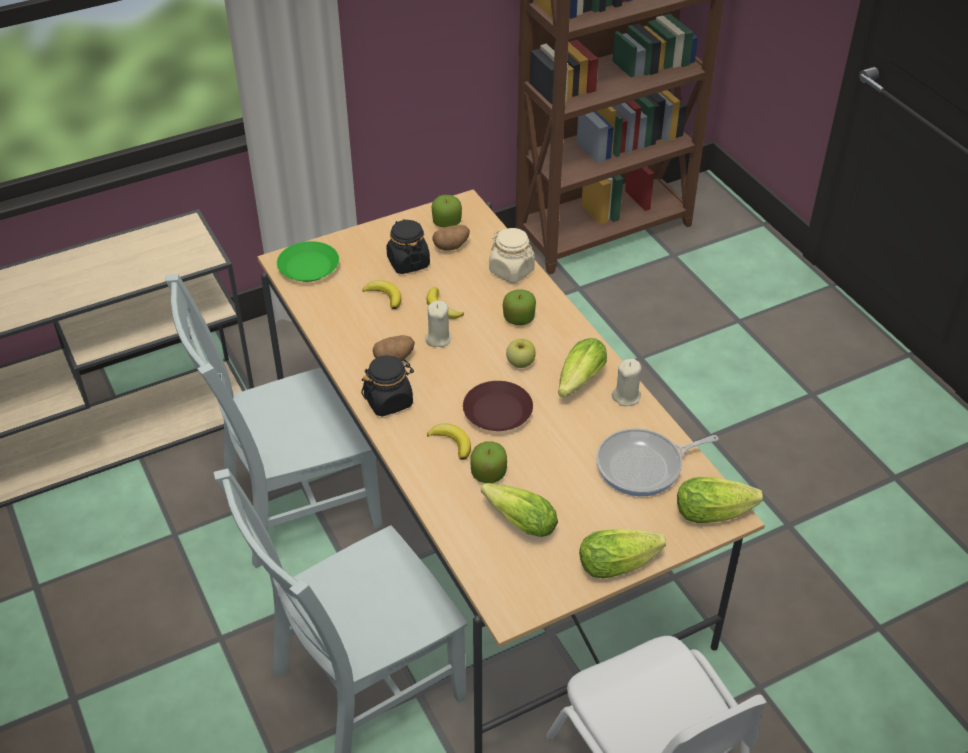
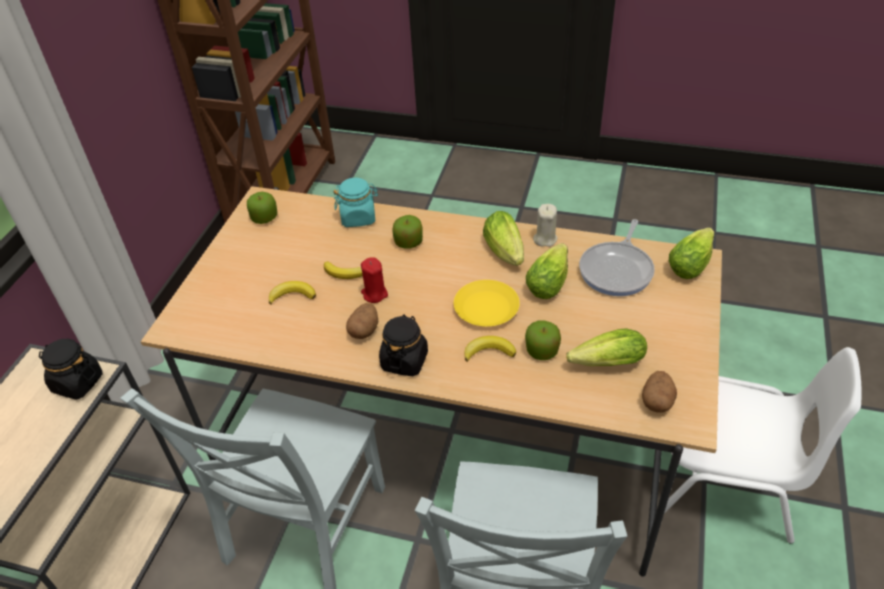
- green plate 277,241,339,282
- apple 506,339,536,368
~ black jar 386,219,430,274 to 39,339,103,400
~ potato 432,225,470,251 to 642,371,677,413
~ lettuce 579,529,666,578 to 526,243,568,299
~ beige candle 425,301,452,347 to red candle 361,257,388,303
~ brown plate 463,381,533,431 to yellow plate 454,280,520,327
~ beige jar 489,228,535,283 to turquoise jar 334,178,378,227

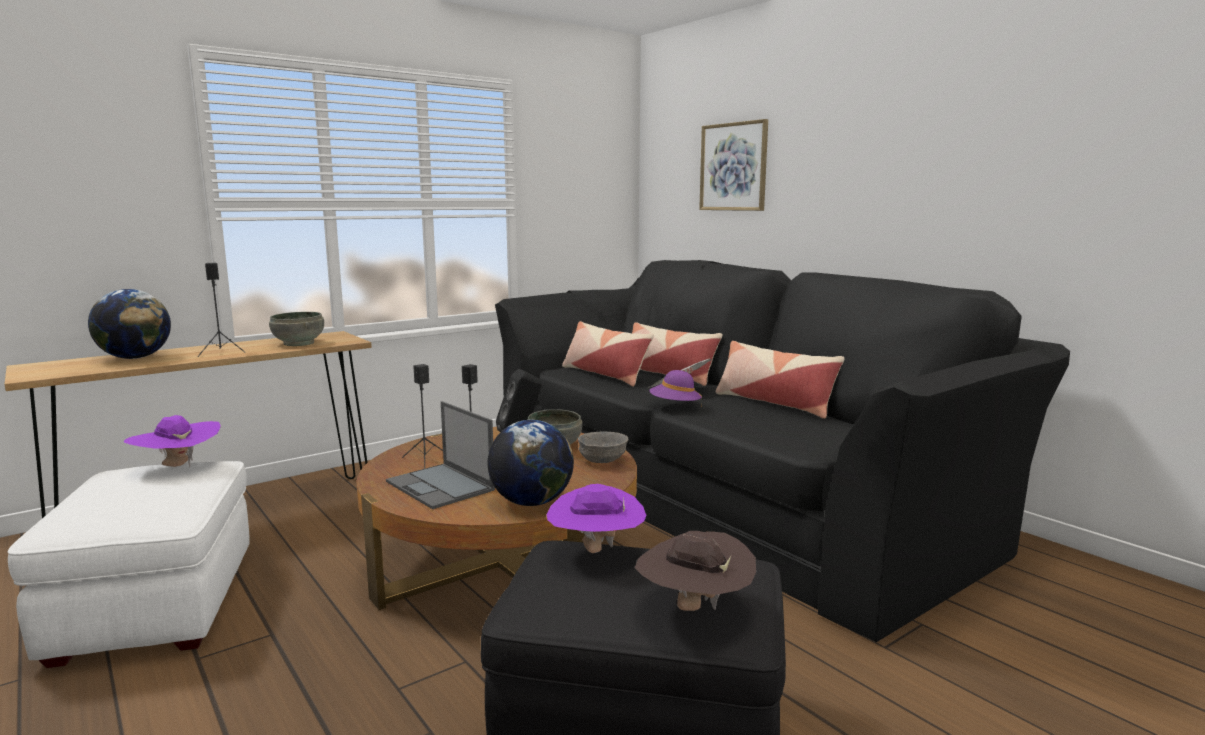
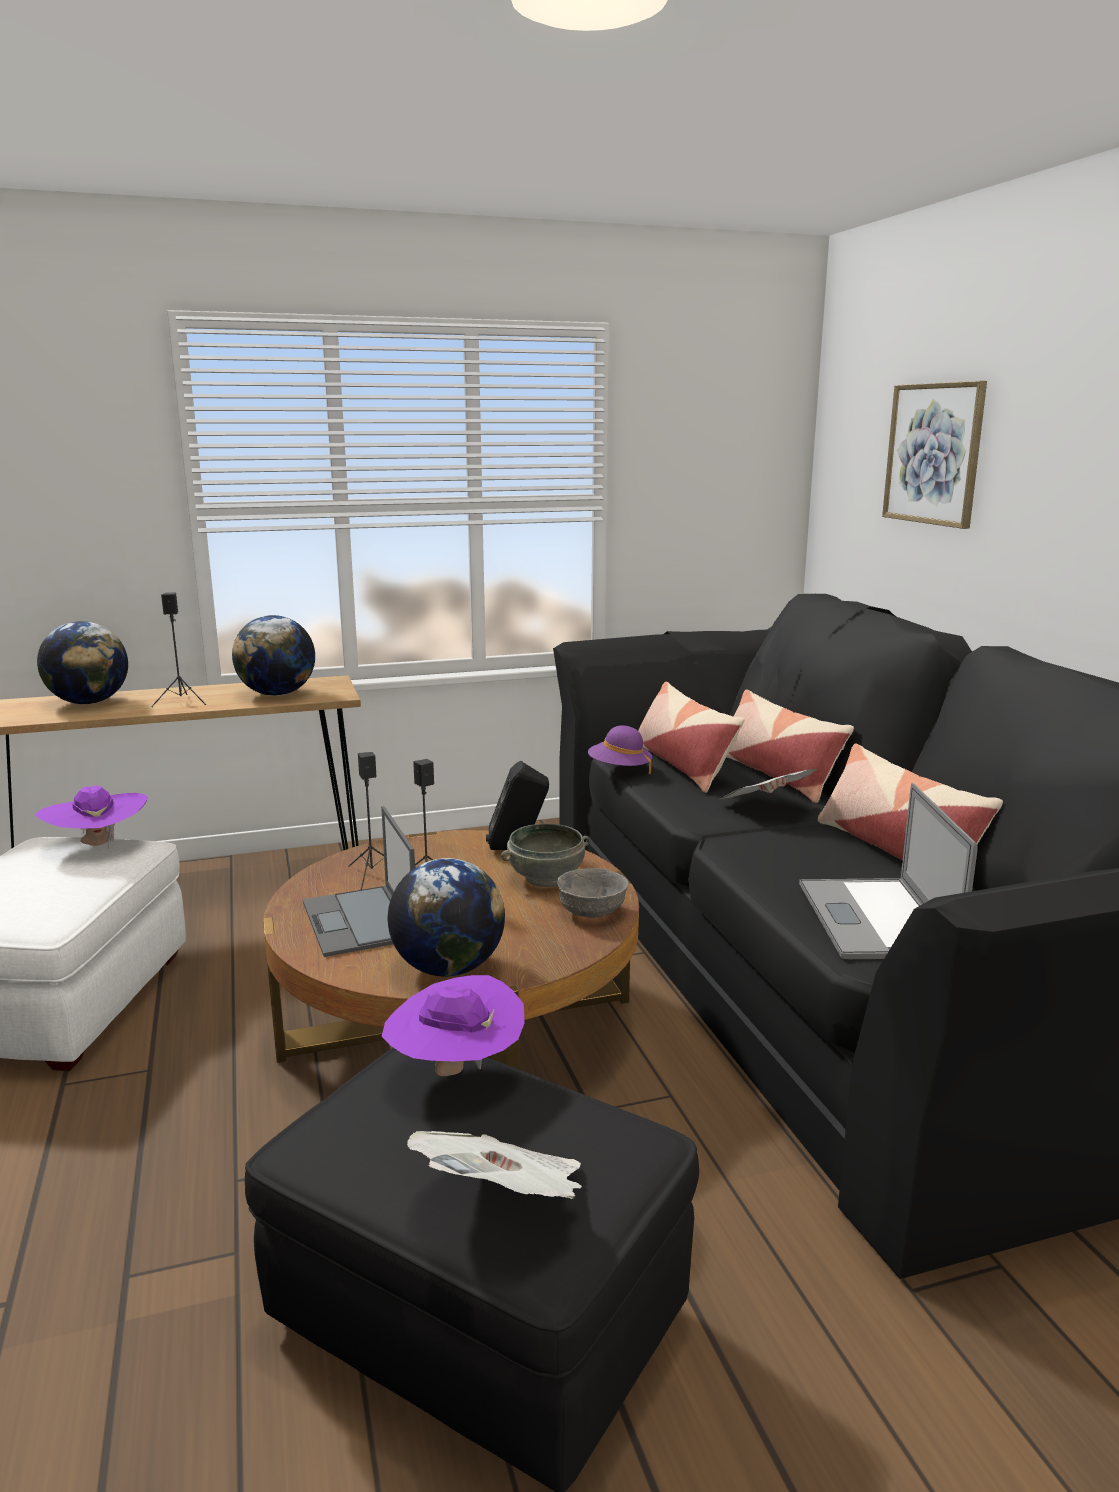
+ laptop 799,783,978,959
~ purple hat 649,370,702,401 to 588,726,652,774
~ grey bowl 269,312,324,346 to globe 232,615,315,696
~ brown hat 635,531,756,611 to newspaper 407,1131,582,1199

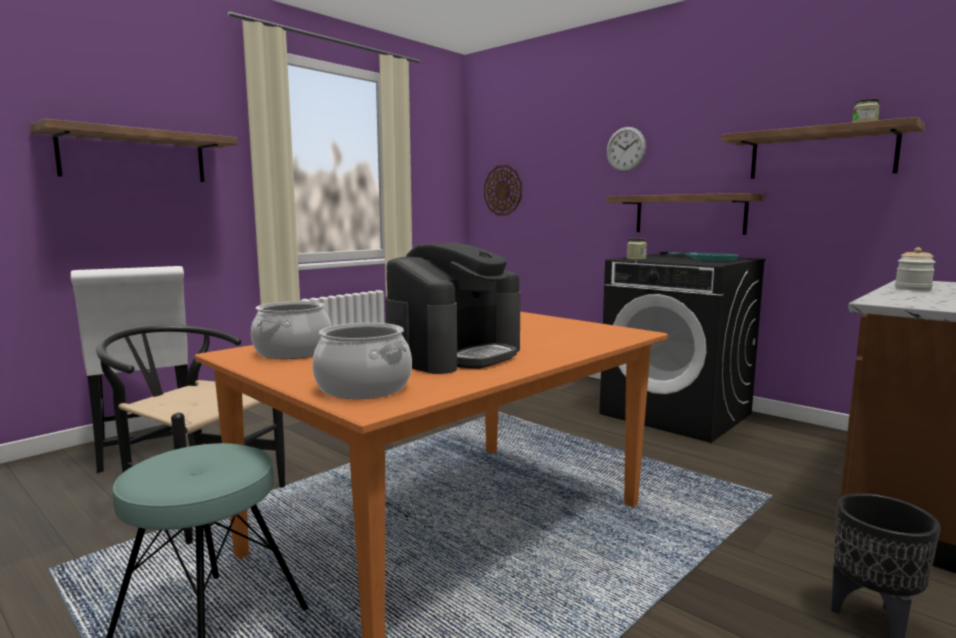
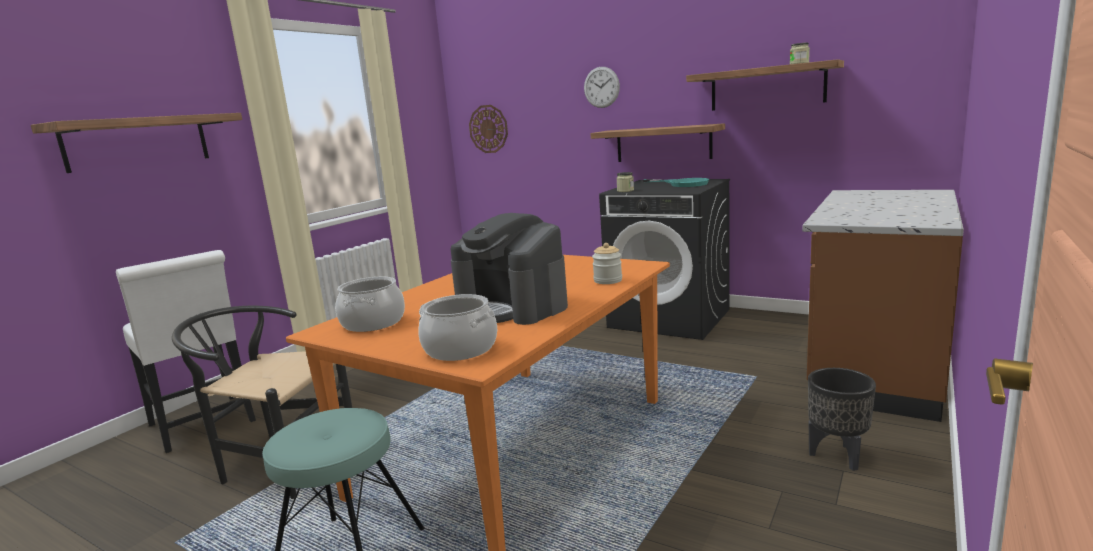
~ jar 895,247,936,291 to 592,243,622,284
~ coffee machine 385,242,521,374 = 451,213,568,325 105 degrees clockwise

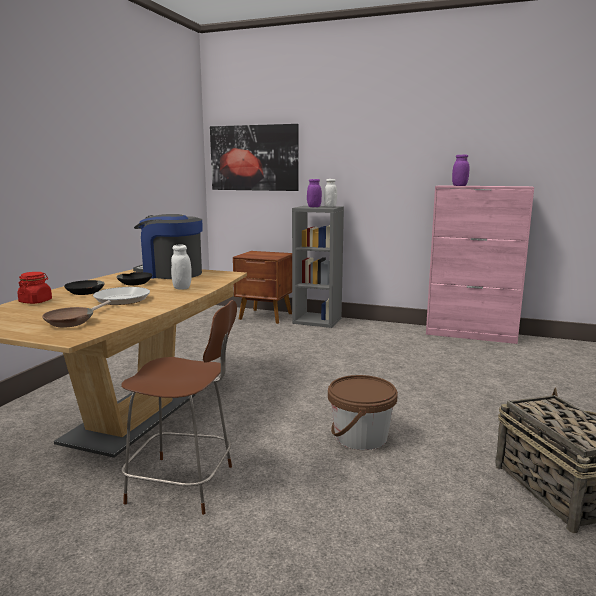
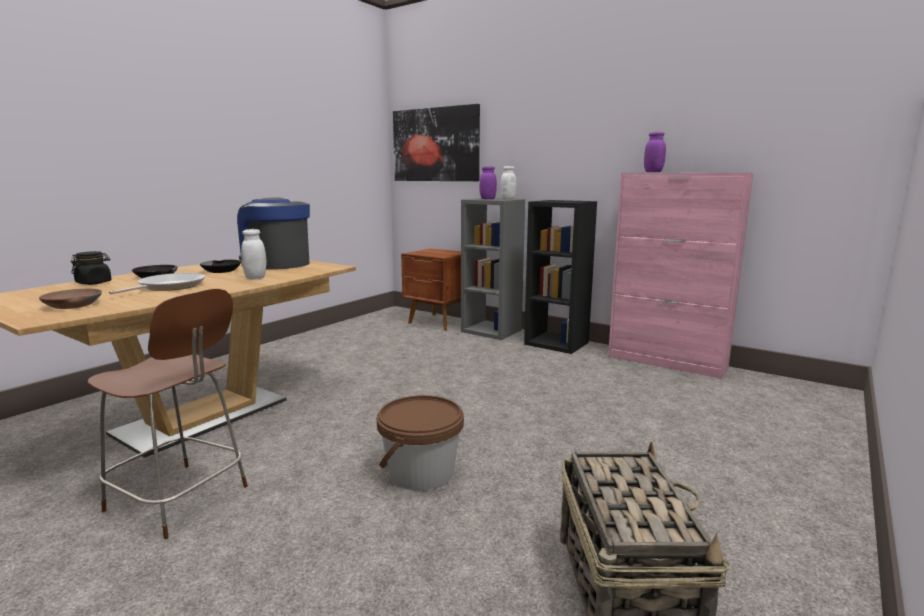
+ black bookcase 524,200,597,354
~ red jar 17,272,52,304 to black jar 71,251,112,285

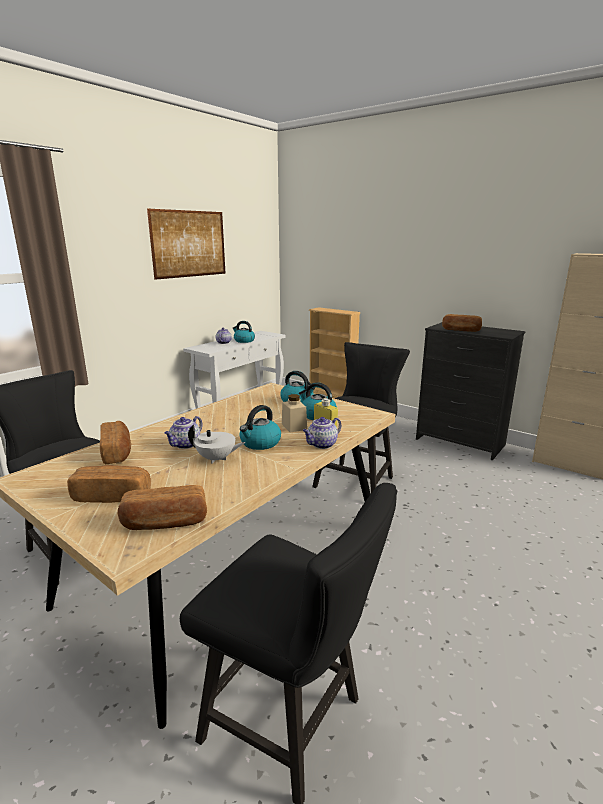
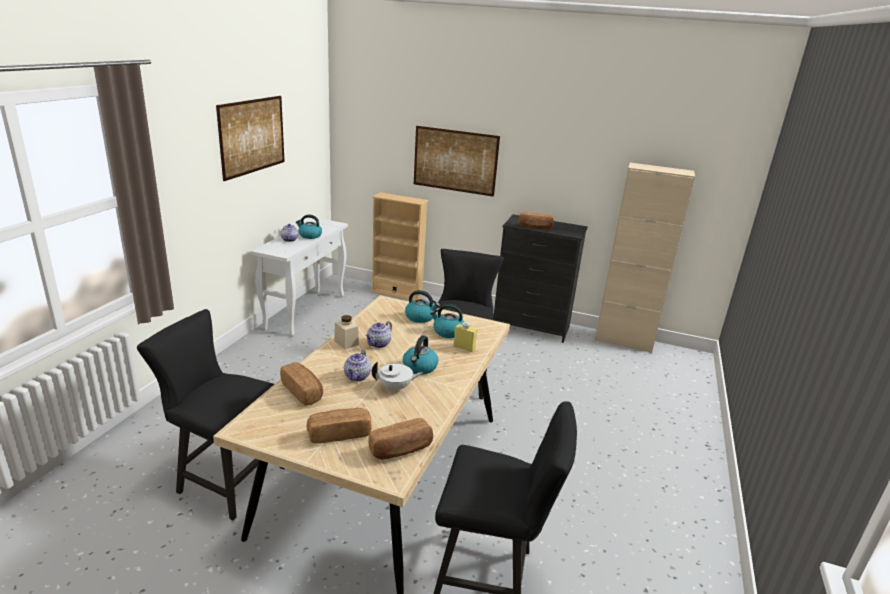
+ picture 414,126,500,197
~ beige jar 282,394,307,433 to 334,315,359,350
~ teapot 303,417,341,449 to 366,321,392,348

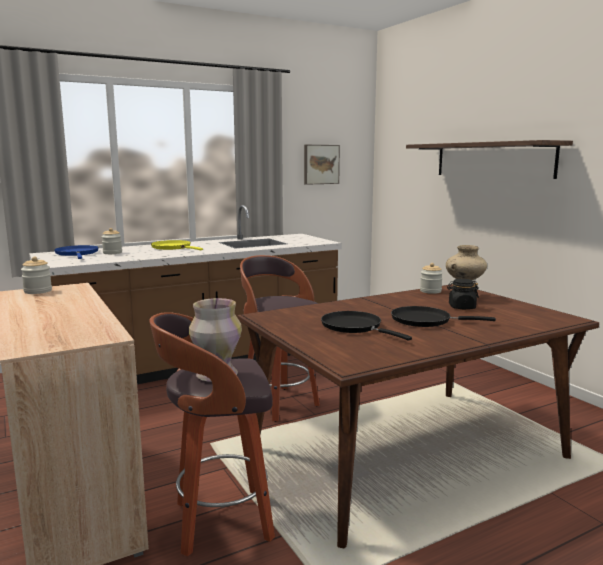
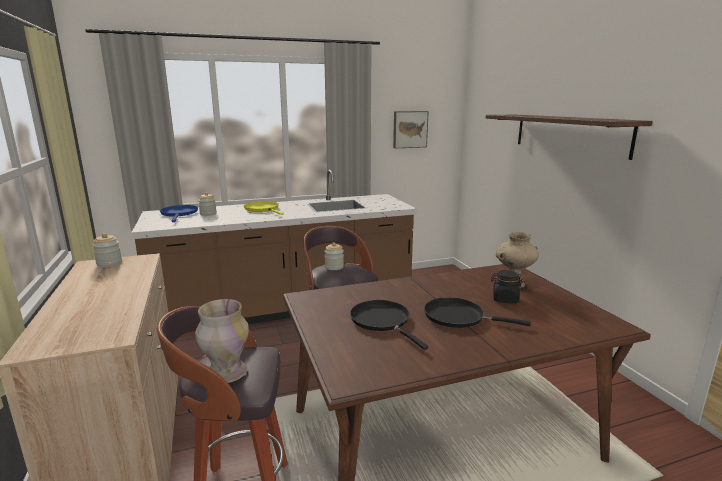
~ jar 420,263,443,294 to 324,242,344,270

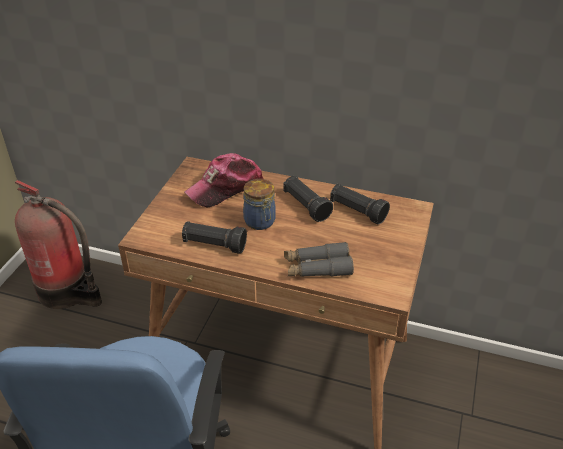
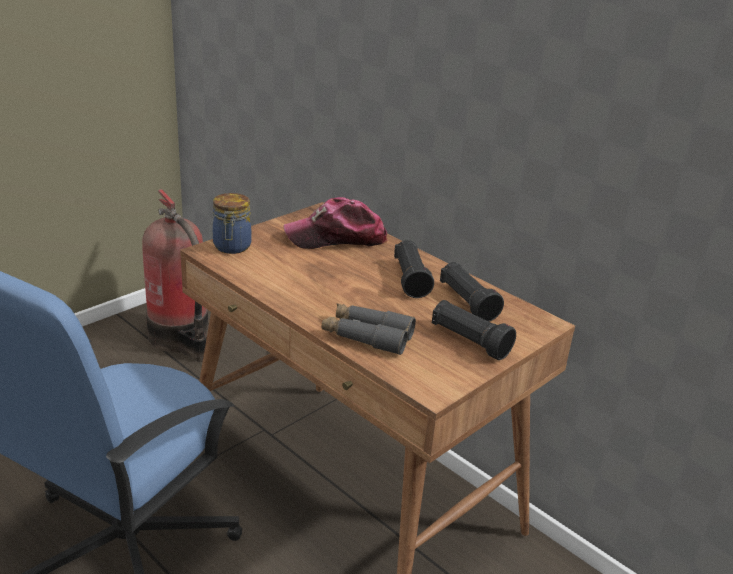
~ black flashlight 182,221,247,254 to 432,300,516,360
~ jar 243,179,276,230 to 213,193,252,254

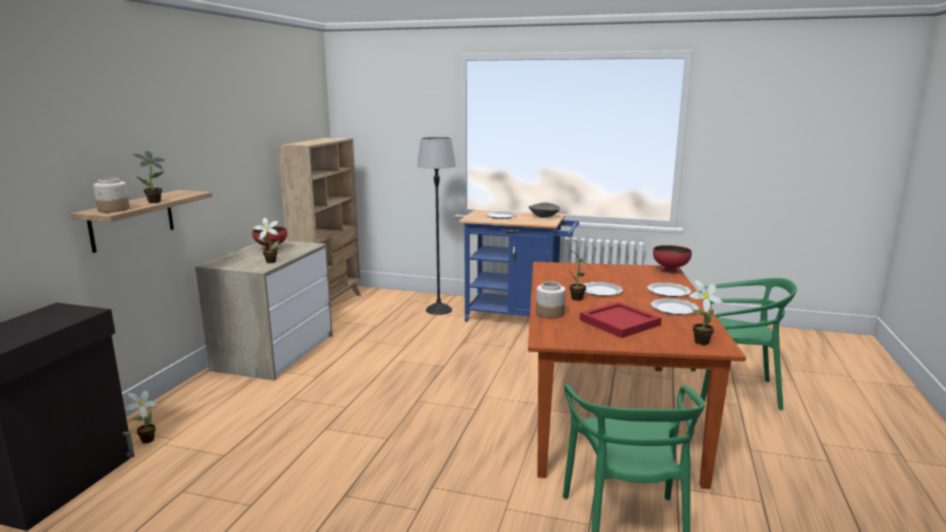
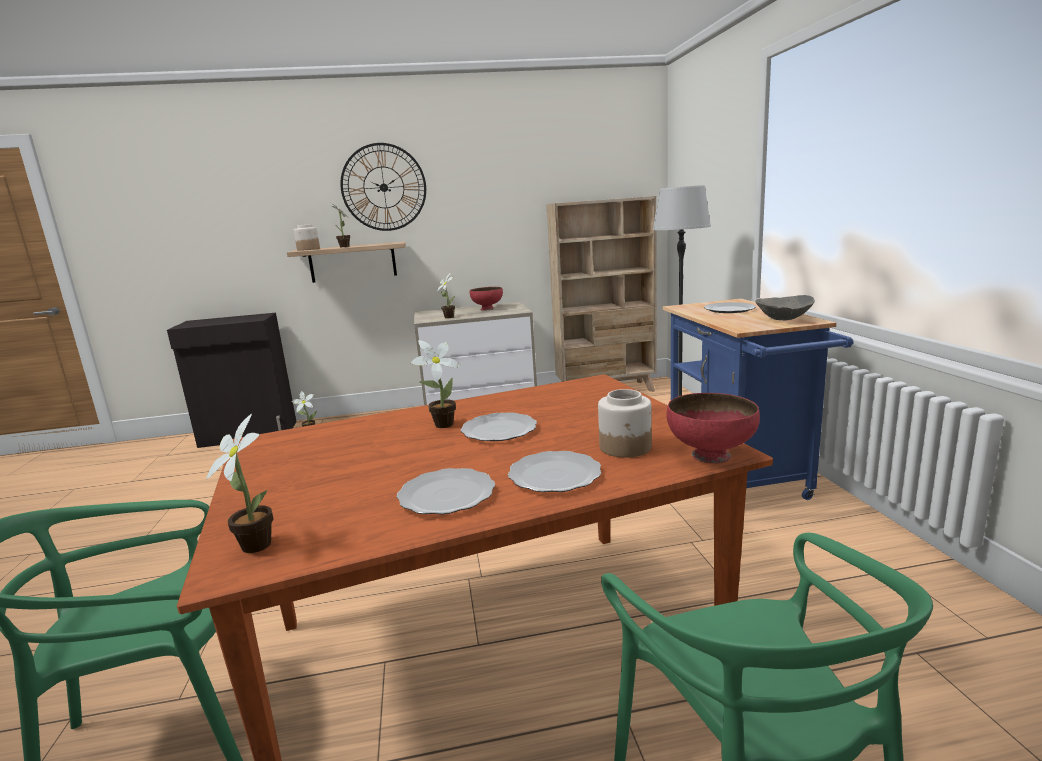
- red tray 580,302,662,338
+ wall clock 340,143,426,231
~ jar 536,281,565,319 to 598,389,652,458

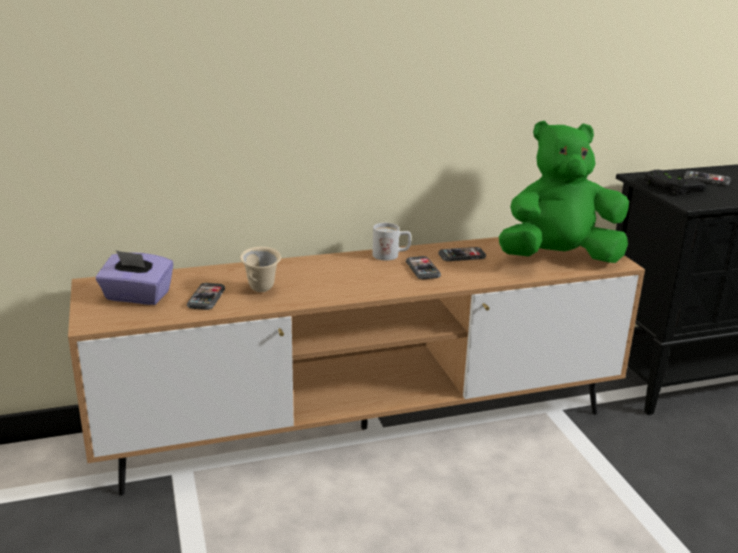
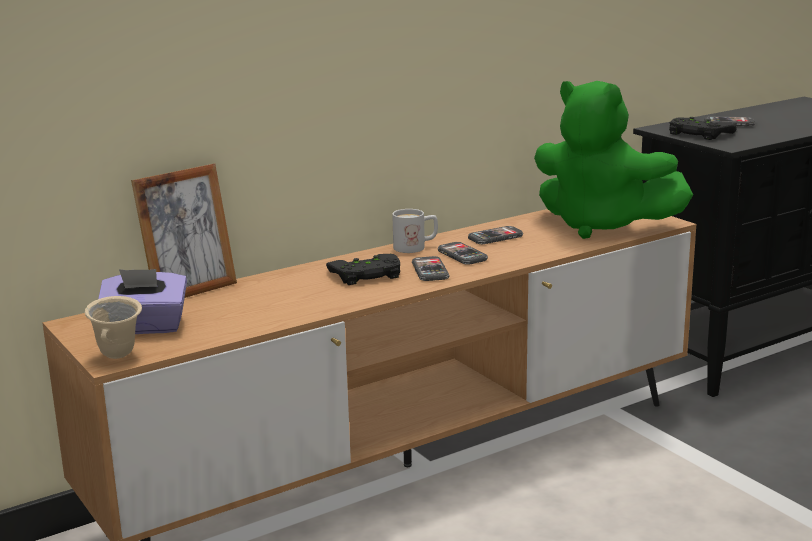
+ picture frame 131,164,237,298
+ black game controller 326,254,400,285
~ phone 187,283,225,310 to 412,256,449,281
~ beige mug 240,247,281,292 to 85,296,142,359
~ green plush toy 499,121,629,263 = 534,81,693,239 120 degrees counterclockwise

